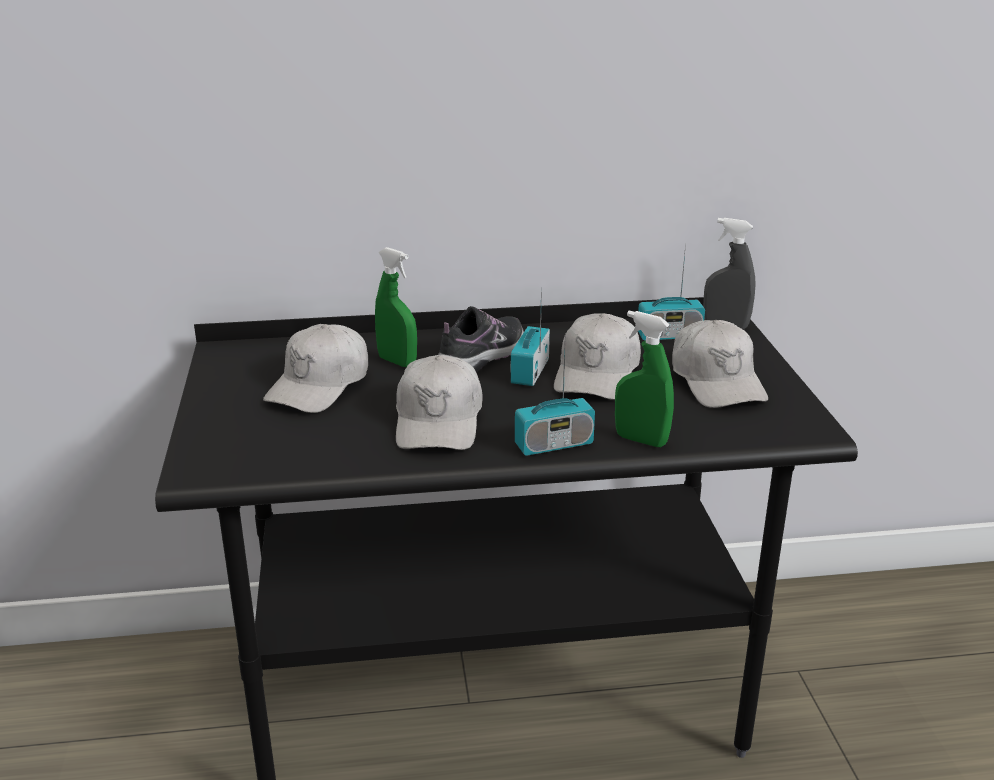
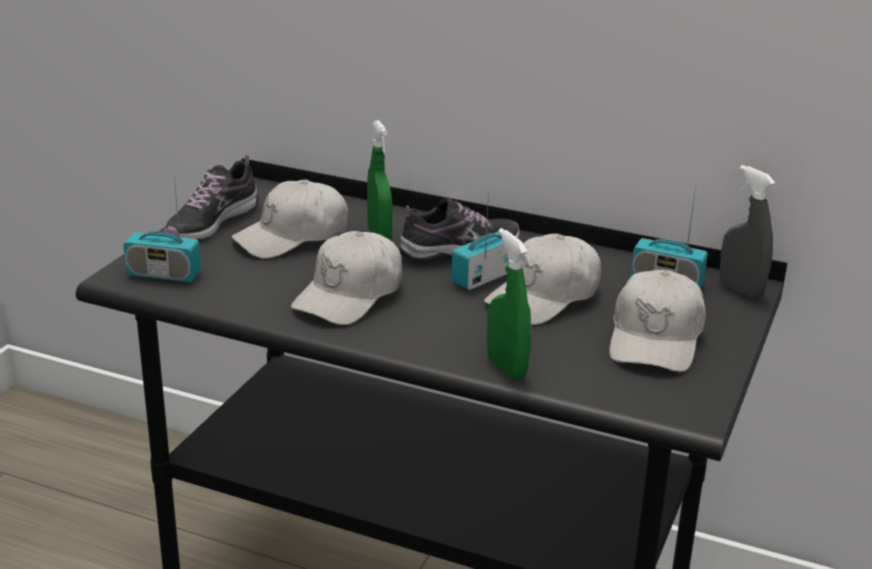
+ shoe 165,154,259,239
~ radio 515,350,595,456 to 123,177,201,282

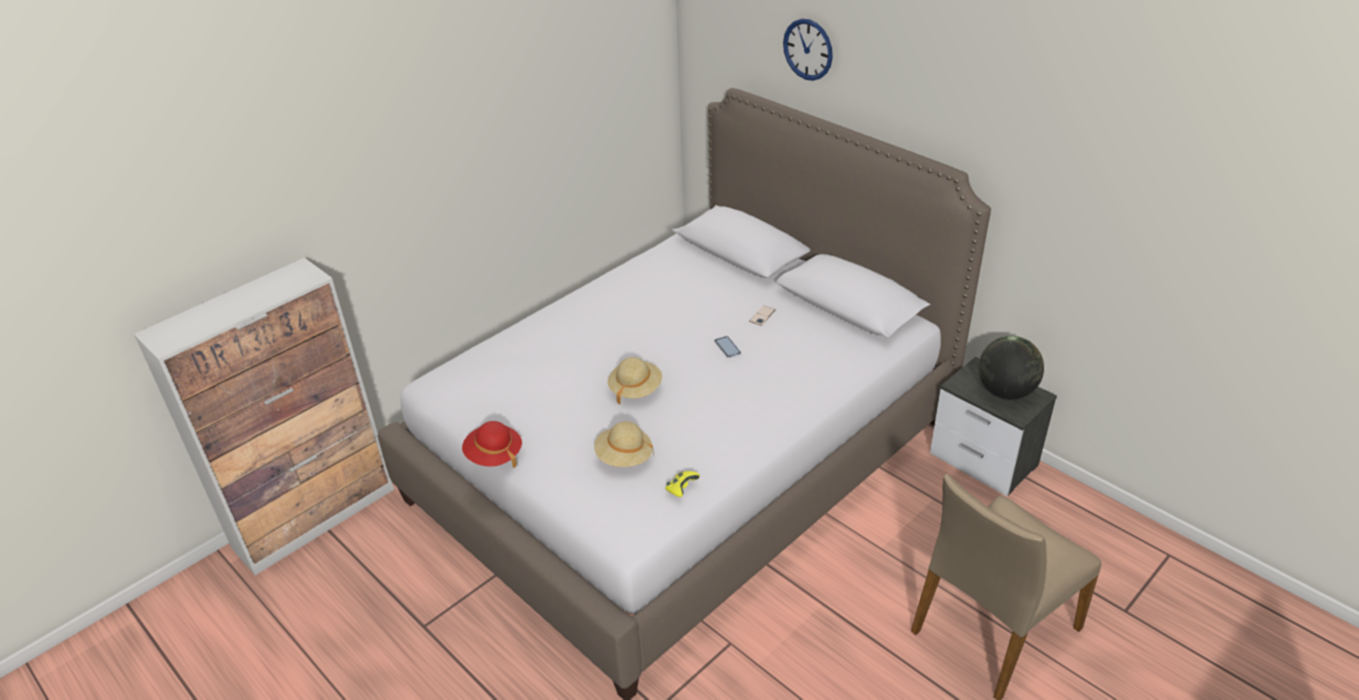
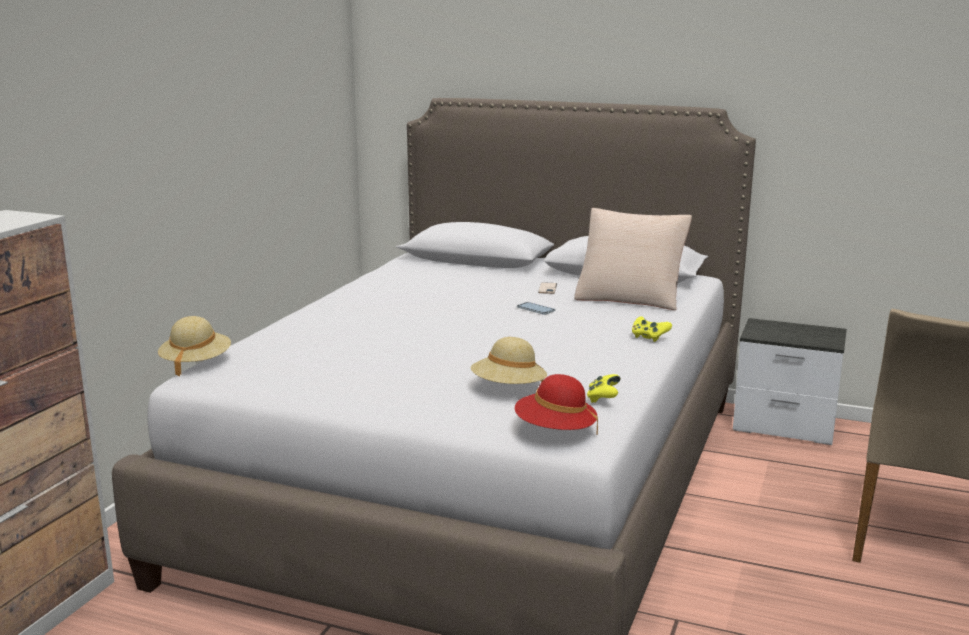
- wall clock 783,19,833,81
- globe 979,336,1044,400
+ beige pillow 574,208,692,310
+ yellow game controller 632,317,672,342
~ red hat 462,421,522,468 to 515,374,598,435
~ beige hat 608,357,662,405 to 158,316,231,377

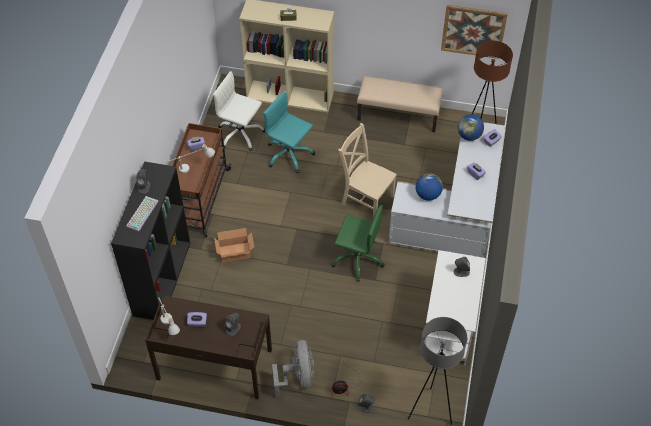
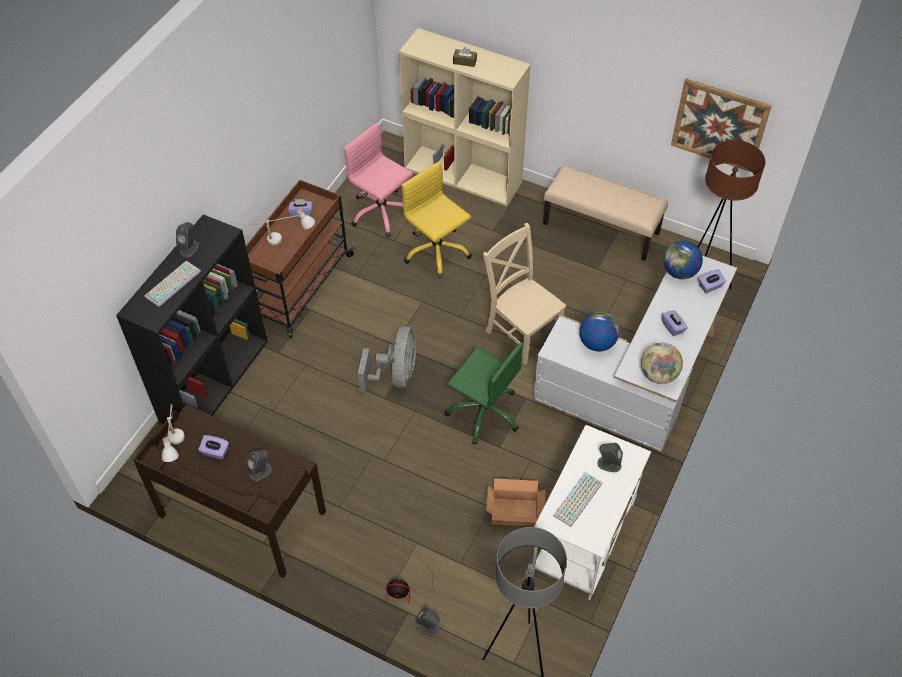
+ keyboard 553,472,602,527
+ globe 641,342,683,384
~ cardboard box 214,228,254,262 to 486,478,545,526
~ grey fan 272,340,314,398 to 358,326,416,392
~ white office chair 213,71,265,151 to pink office chair 344,123,413,237
~ turquoise office chair 263,91,315,173 to yellow office chair 401,161,472,278

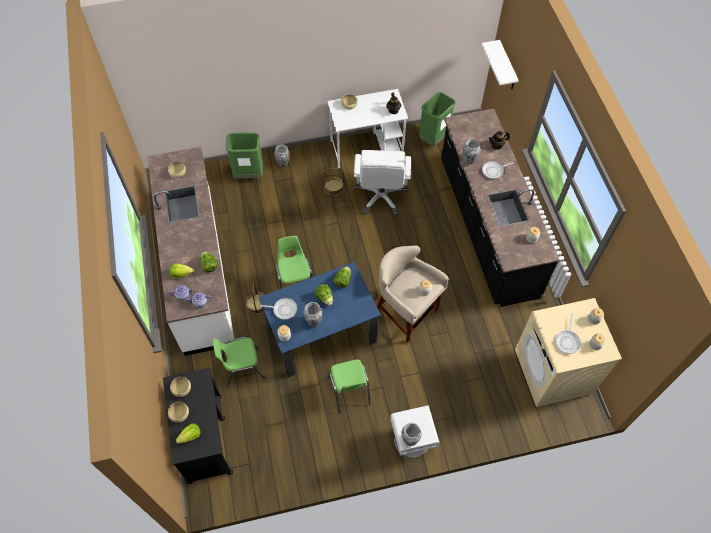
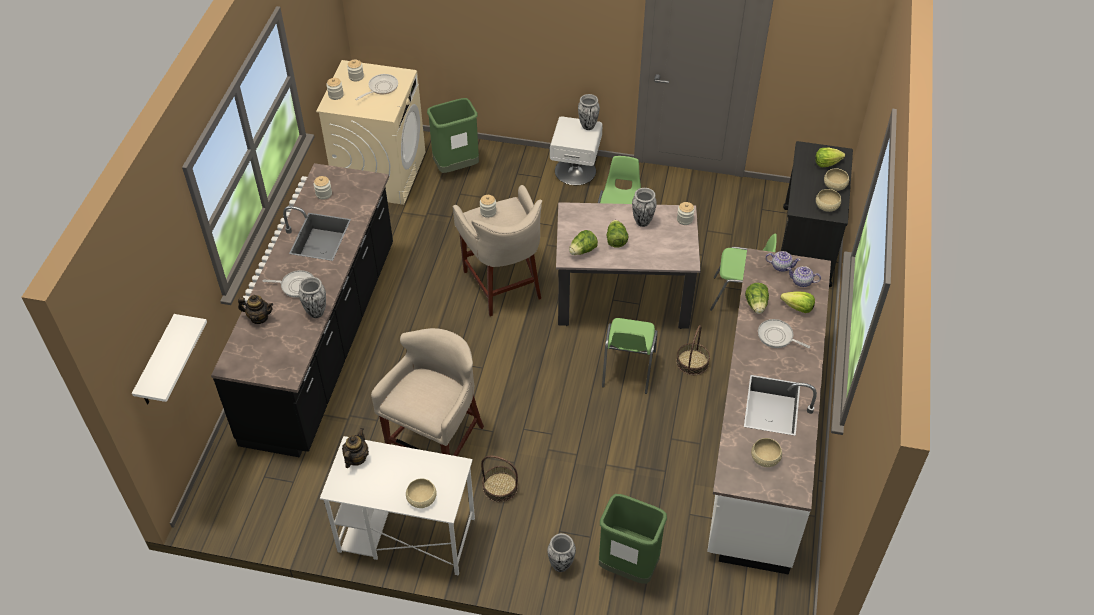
~ frying pan 260,298,297,320 to 758,319,810,348
~ green trash can 419,92,456,146 to 427,98,479,173
~ white office chair 354,150,411,216 to beige stool 371,328,484,456
~ blue dining table 259,262,381,377 to beige dining table 556,202,701,329

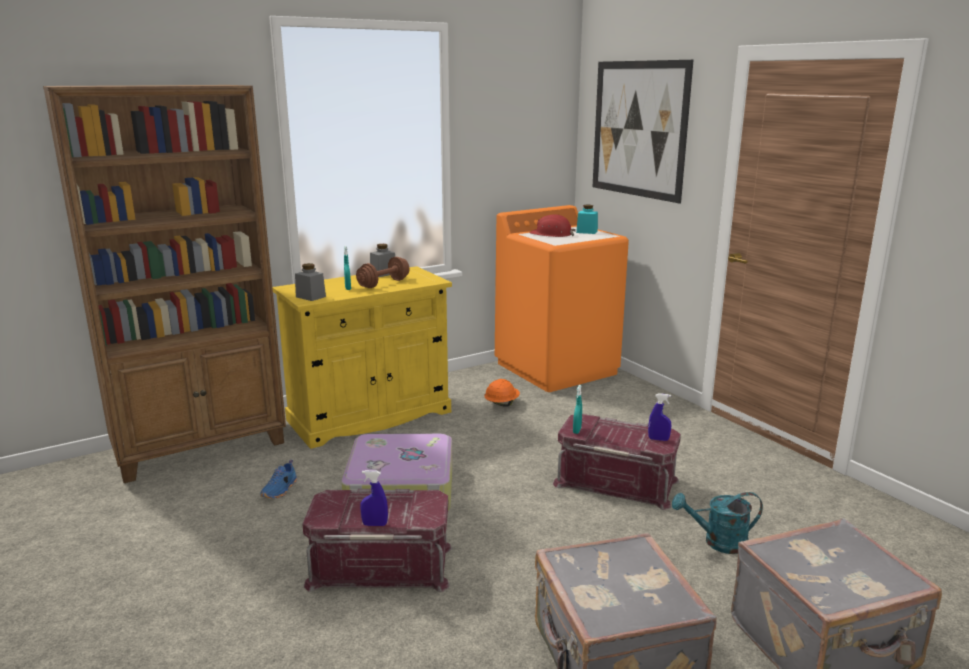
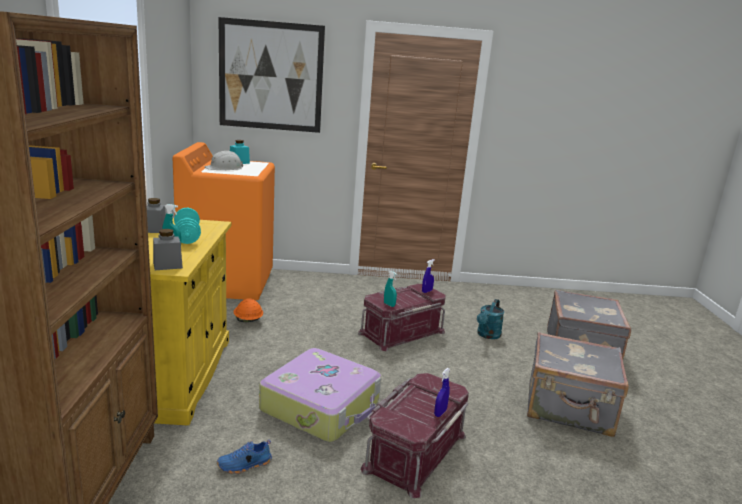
~ brown dumbbell 356,257,410,288 to turquoise dumbbell 174,208,201,244
~ red hard hat 530,215,576,237 to white hard hat 204,151,243,170
~ blue shoe 260,460,297,498 = 217,440,272,474 105 degrees clockwise

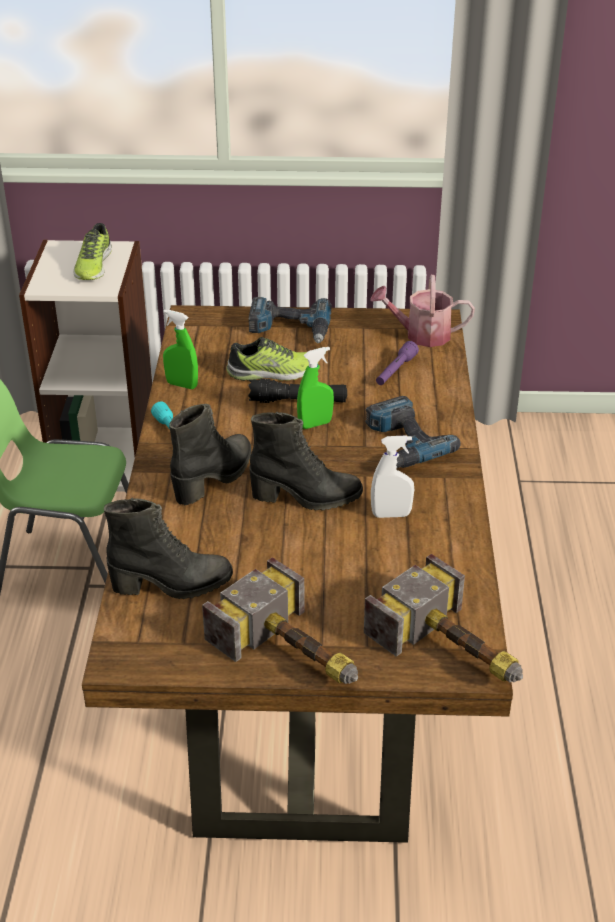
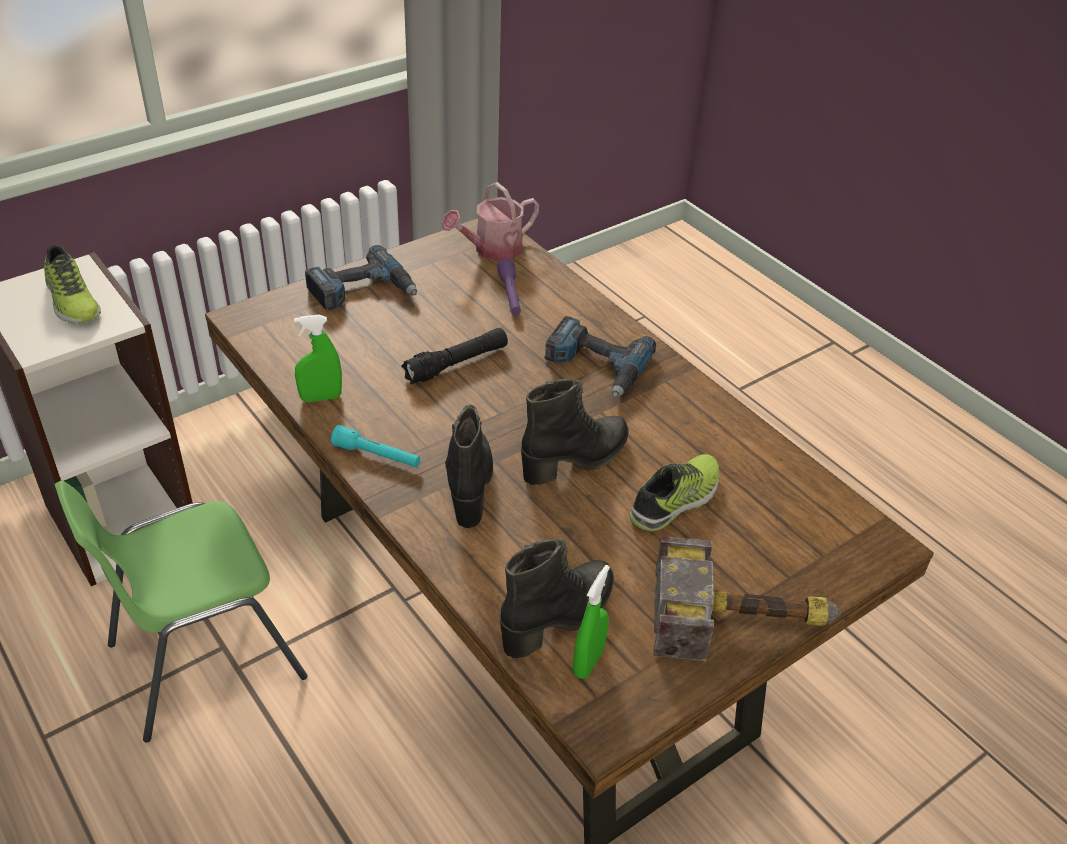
- hammer 364,554,523,682
- white spray bottle 371,435,414,518
~ shoe 226,337,318,381 to 630,454,720,532
~ green spray bottle 297,347,334,429 to 573,565,610,679

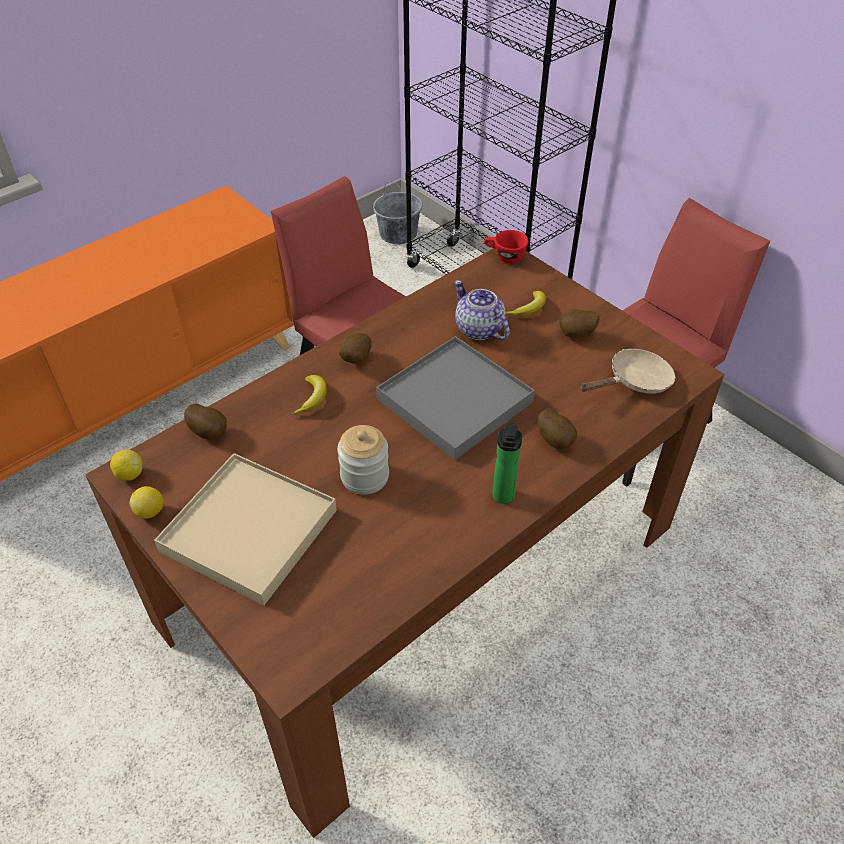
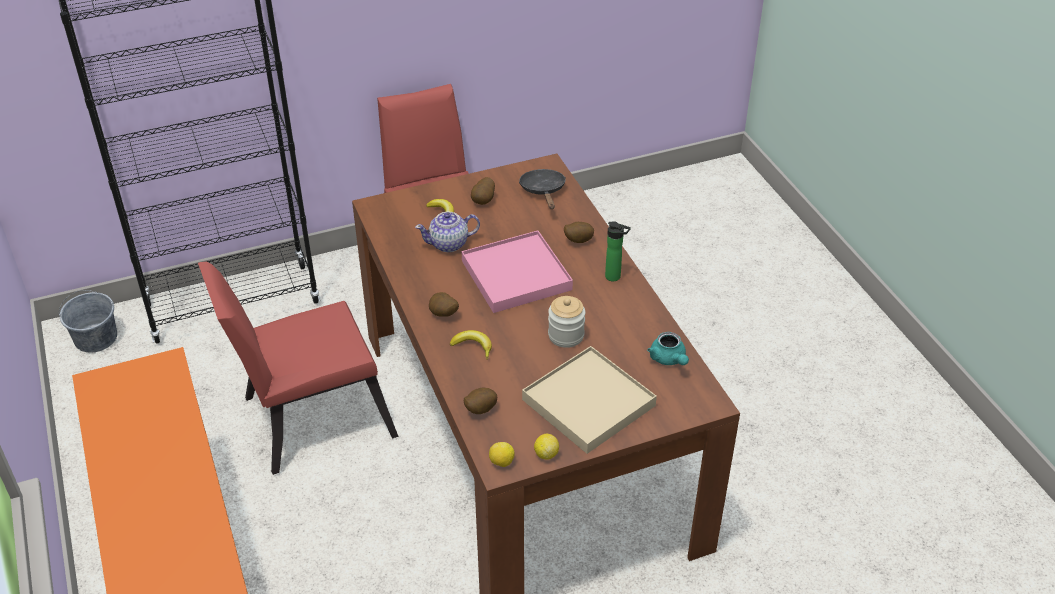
- red cup 484,230,529,263
+ turquoise teapot 647,332,689,365
~ grey tray 376,336,535,460 to pink tray 461,230,573,313
~ beige frying pan 579,349,676,394 to black frying pan 519,169,566,209

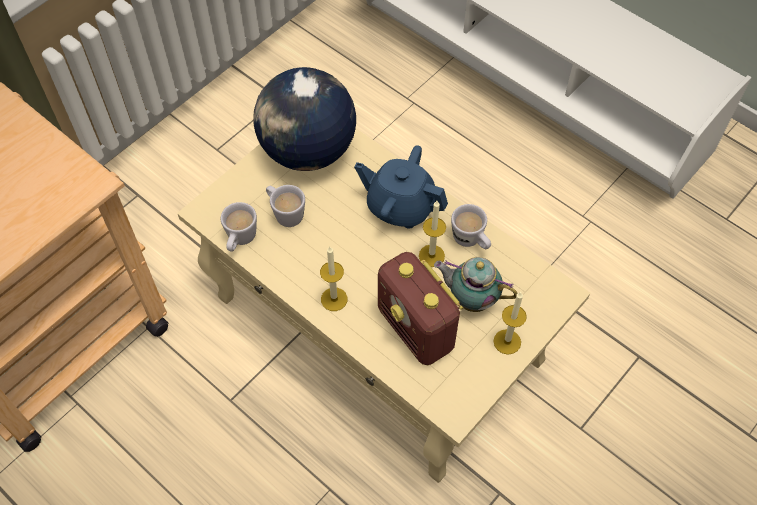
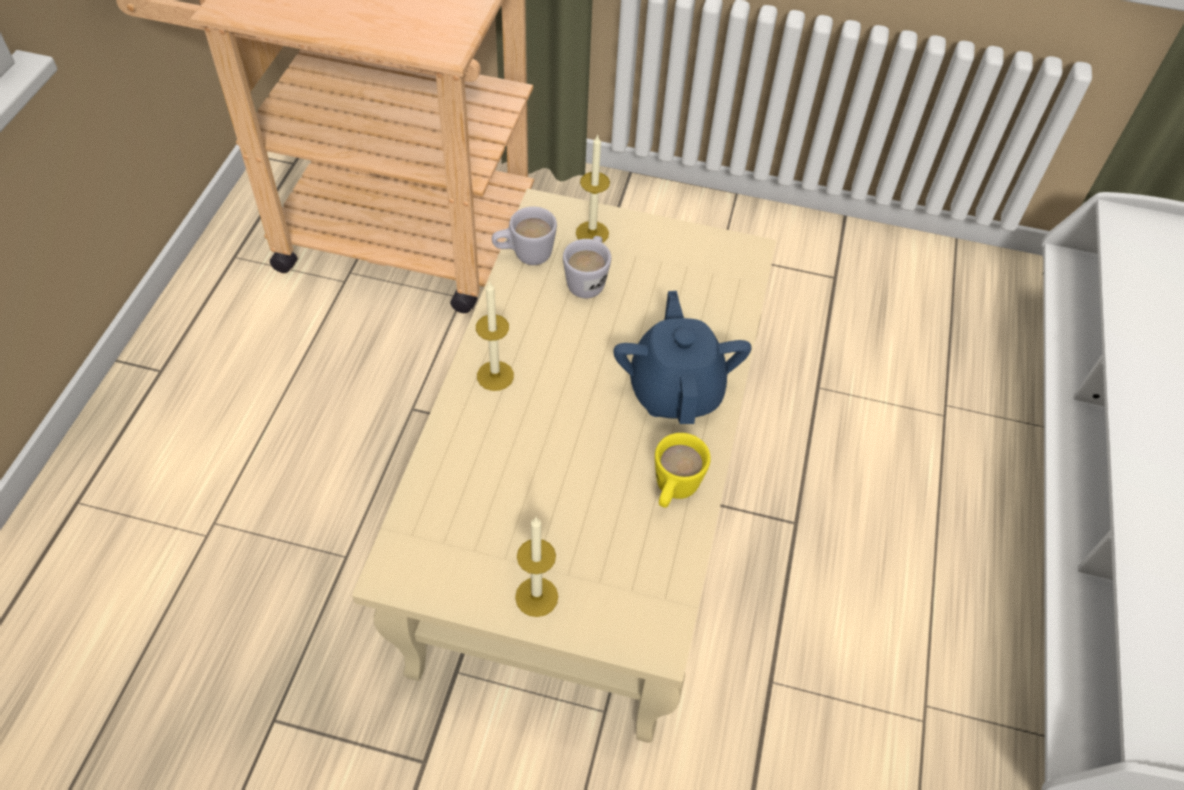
- globe 253,67,356,171
- radio 378,252,463,365
- teapot 434,257,517,312
~ candle 419,201,446,267 to 576,134,610,243
~ white mug 451,204,491,249 to yellow mug 655,433,711,508

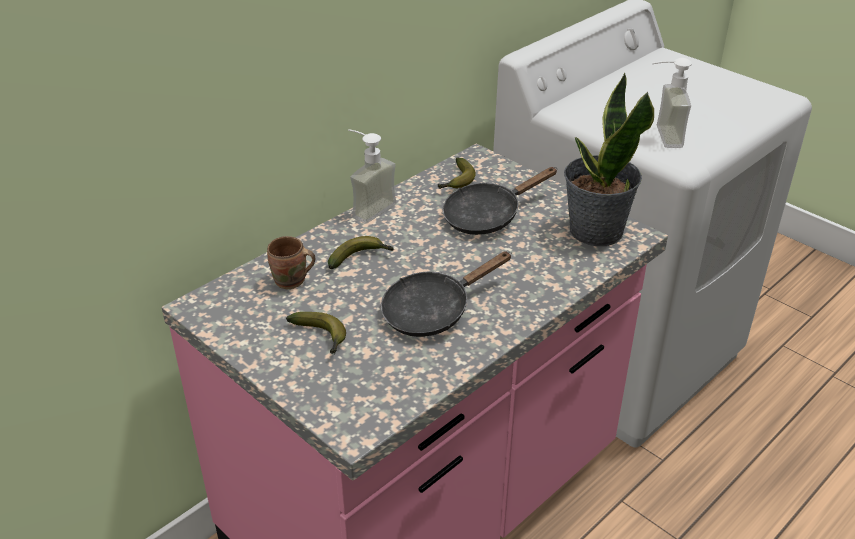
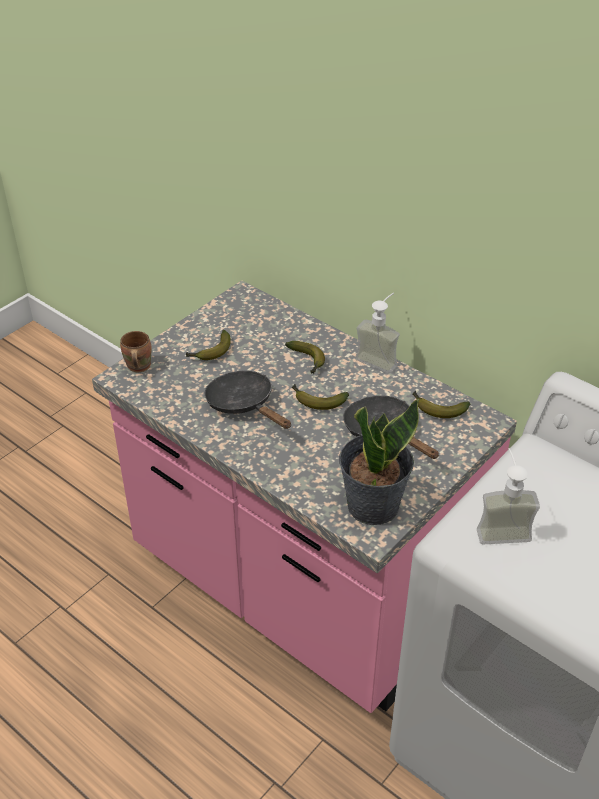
+ banana 292,384,349,410
~ brown mug 267,236,315,289 to 120,331,152,372

